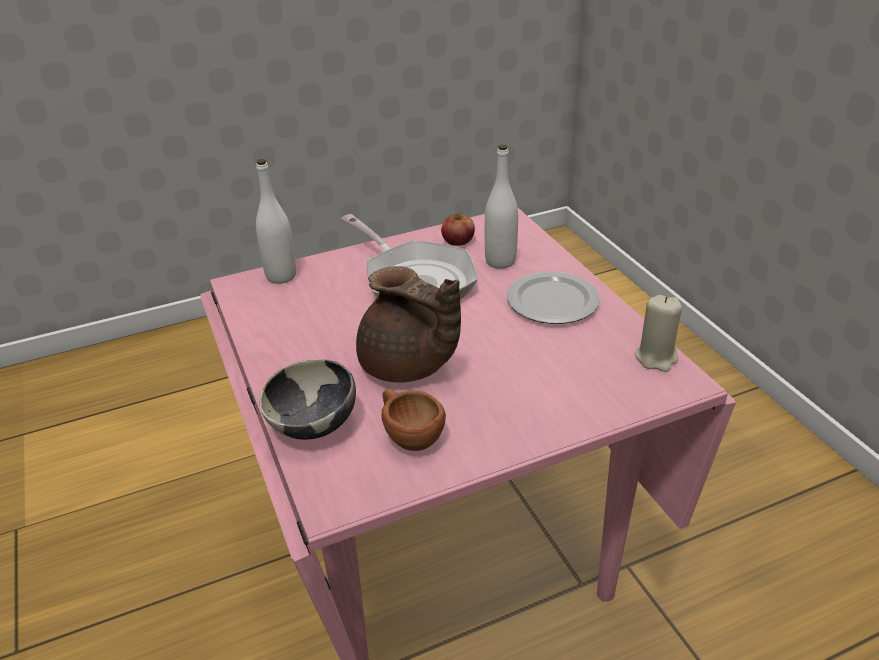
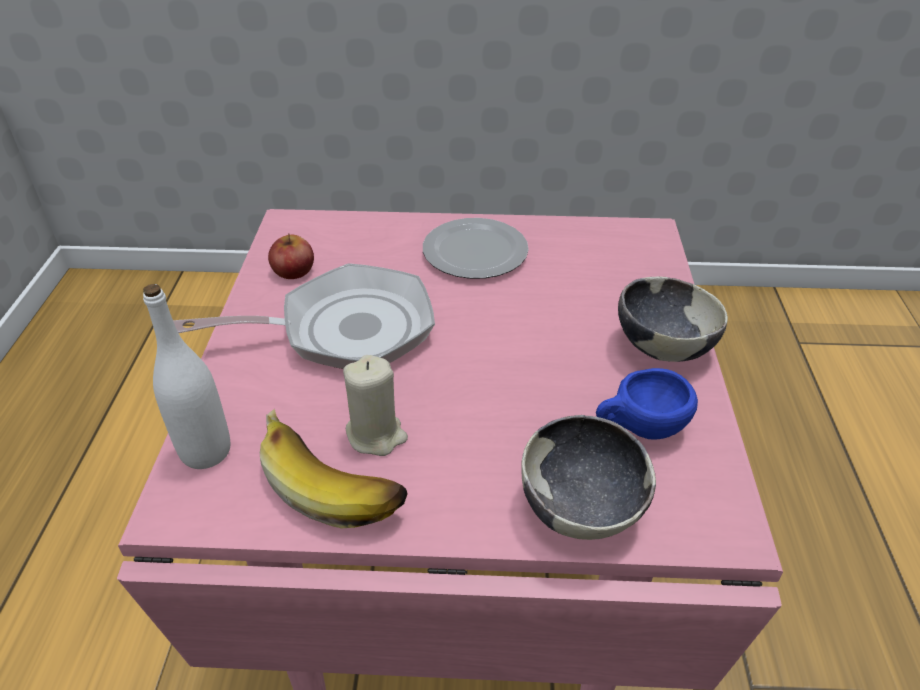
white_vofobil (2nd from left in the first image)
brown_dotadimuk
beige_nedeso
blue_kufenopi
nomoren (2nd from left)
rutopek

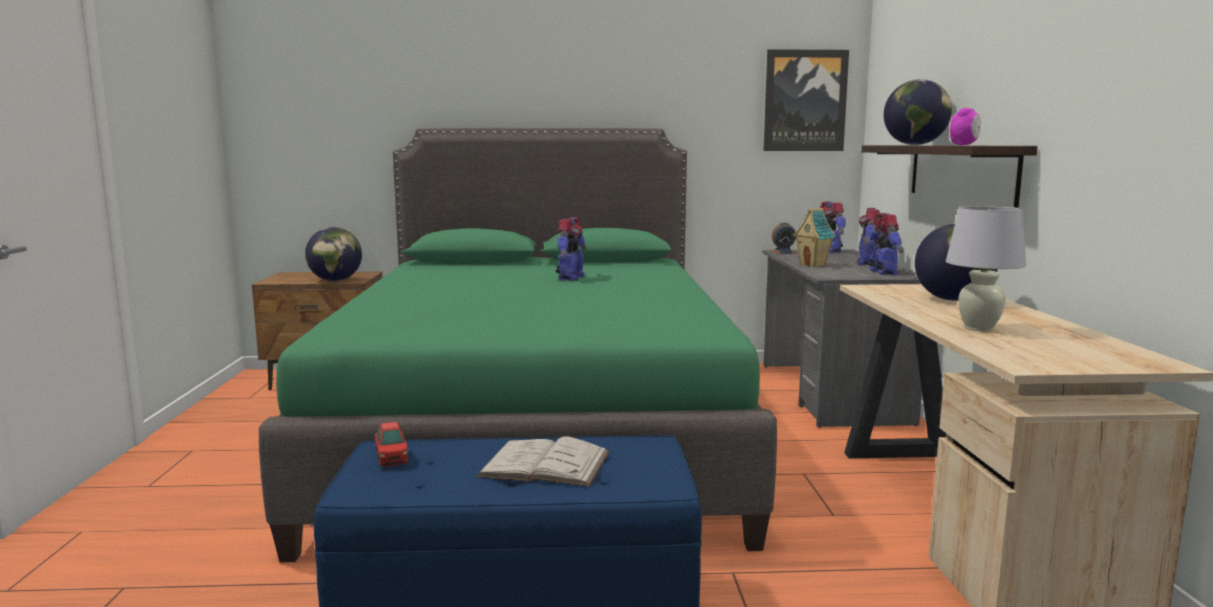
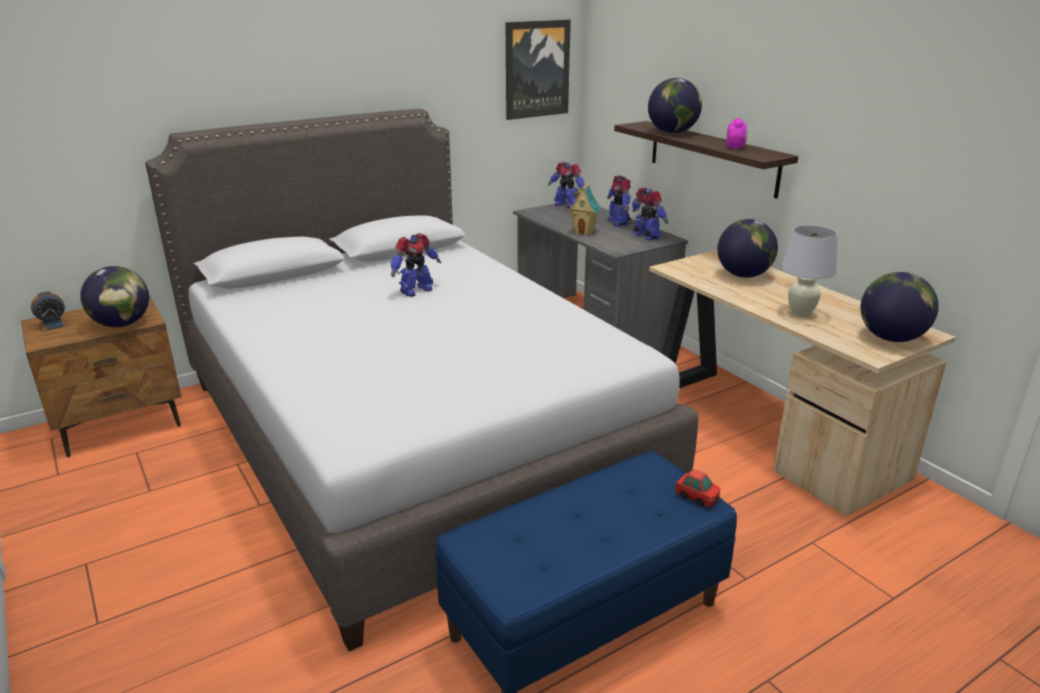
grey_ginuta
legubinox (1st from left)
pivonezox (1st from left)
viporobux
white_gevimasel
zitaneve (4th from left)

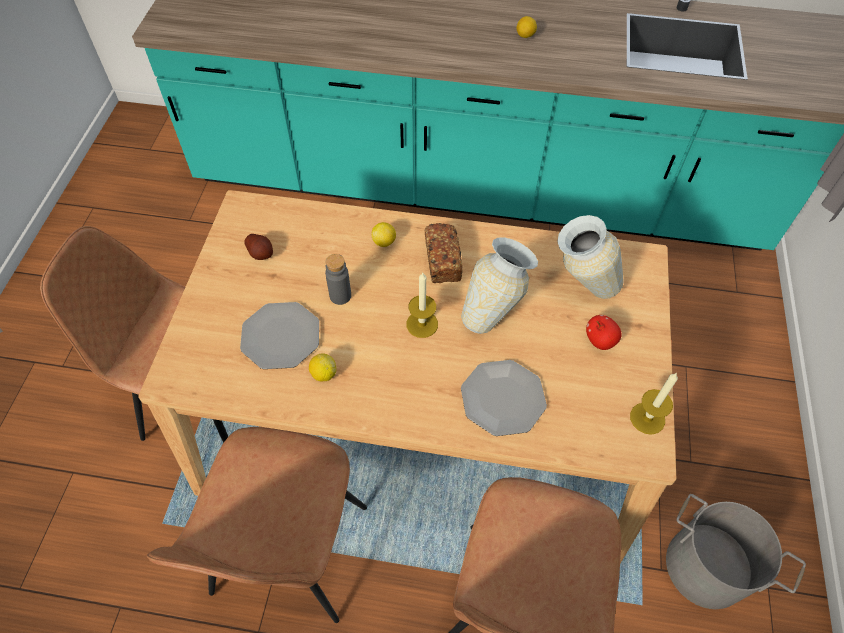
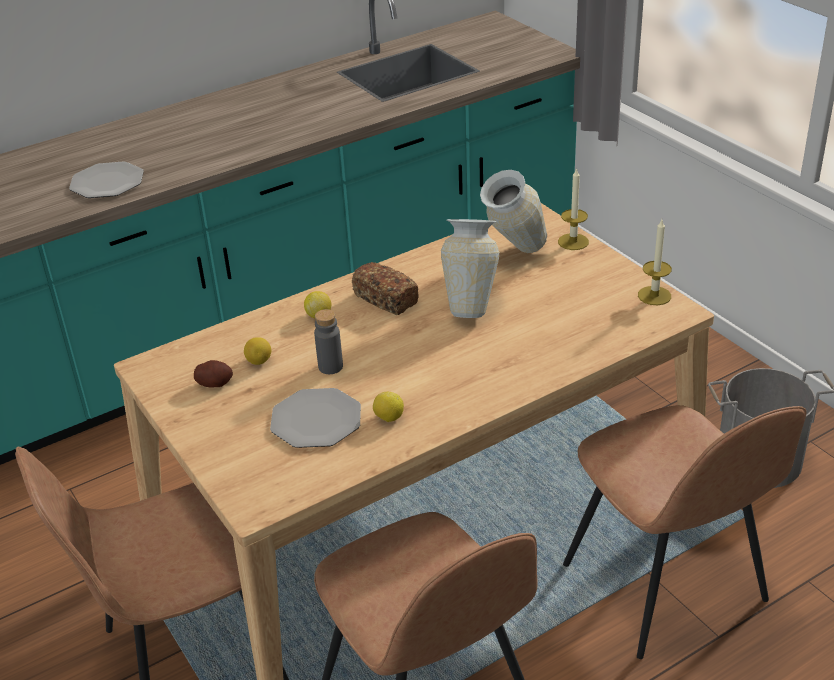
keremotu (1st from left)
nedeso (1st from left)
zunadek
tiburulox (1st from left)

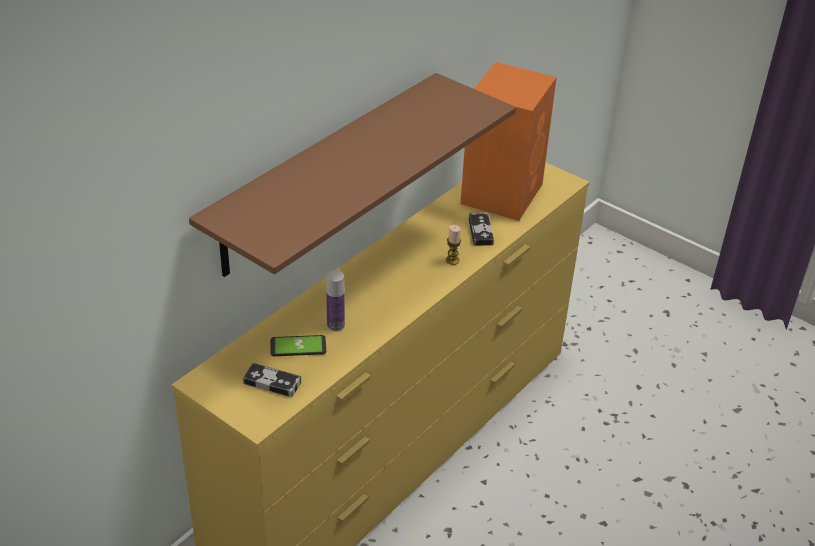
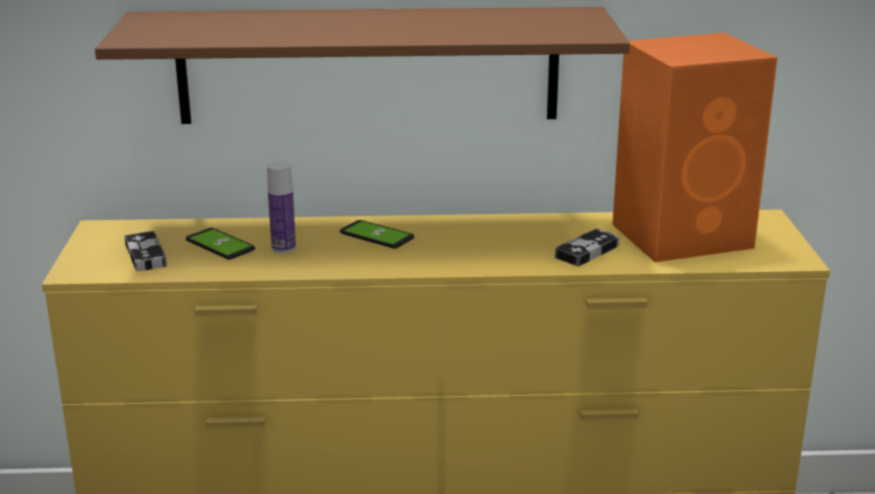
nedeso
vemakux (2nd from left)

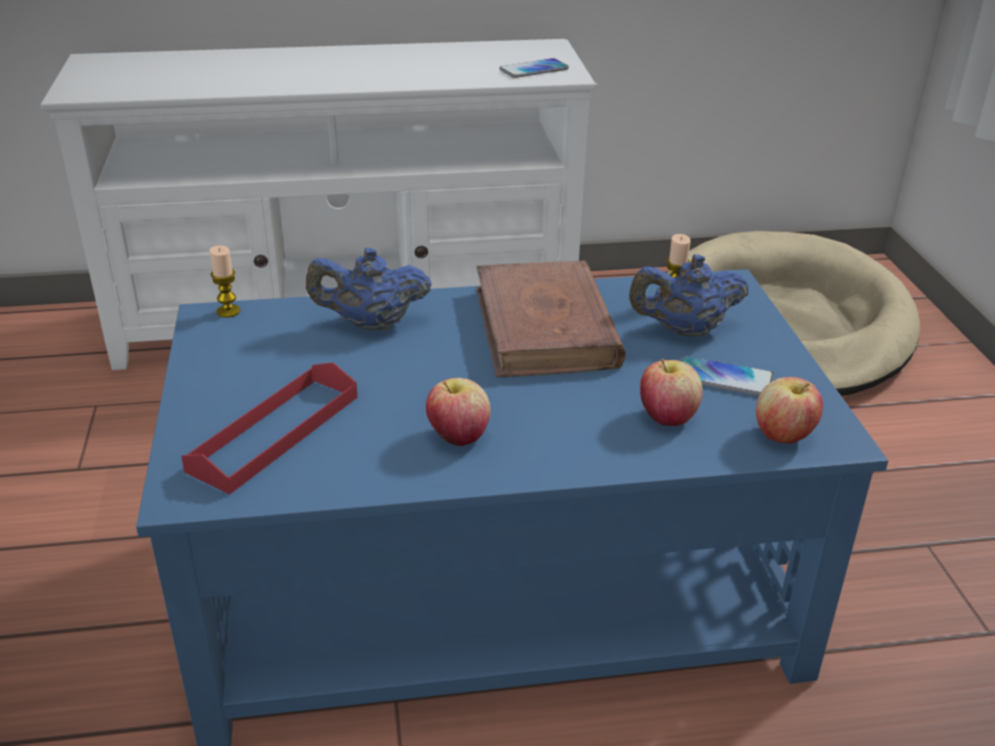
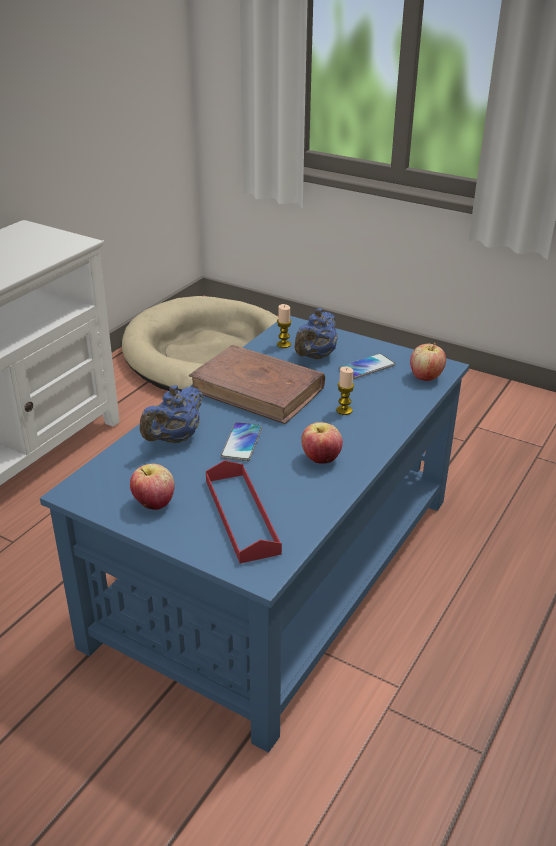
vemakux (1st from left)
nedeso (2nd from left)
zunadek (1st from left)

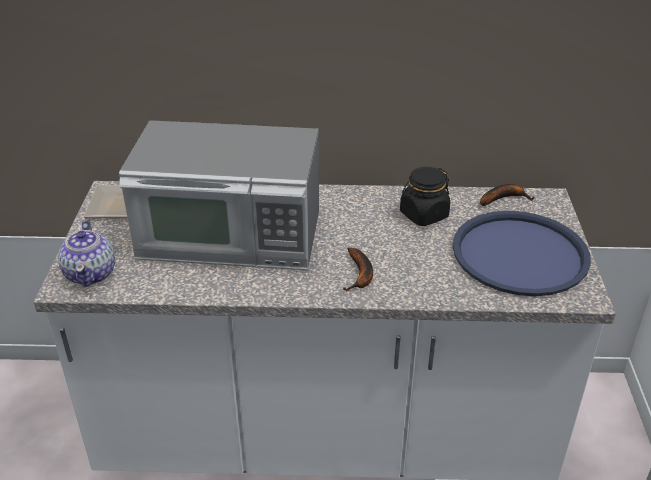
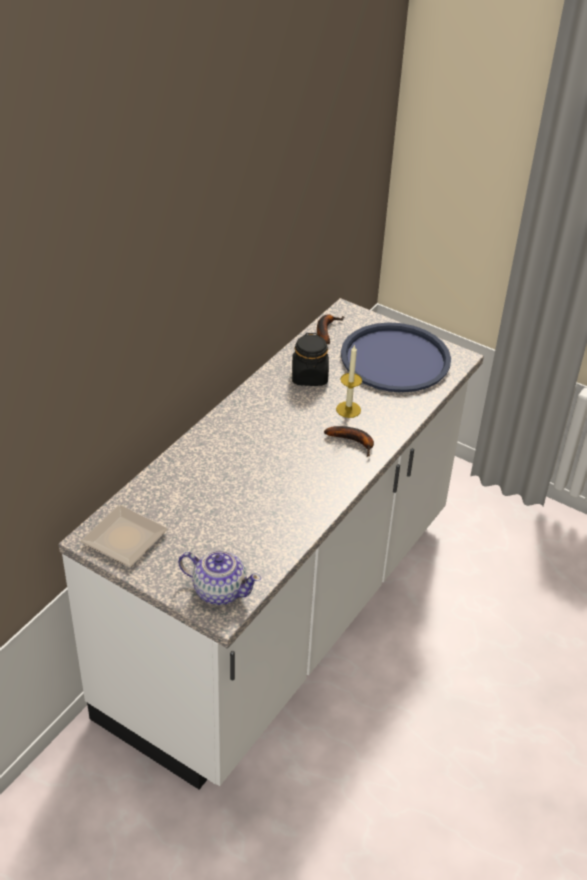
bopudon
nedeso

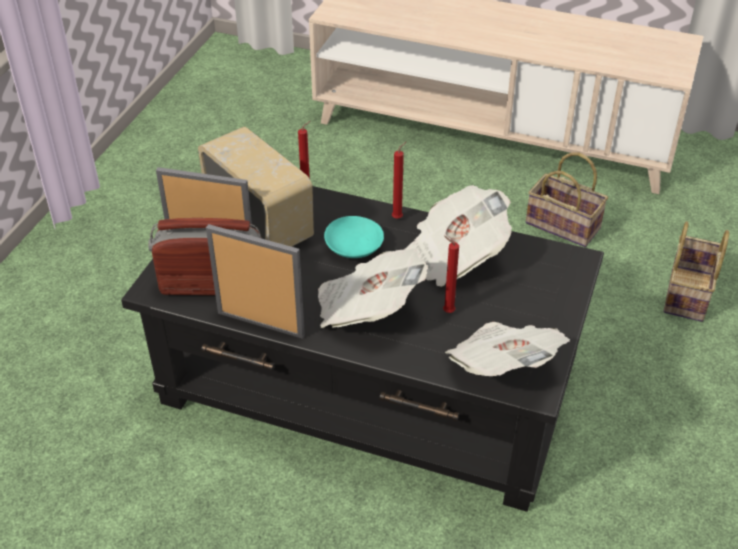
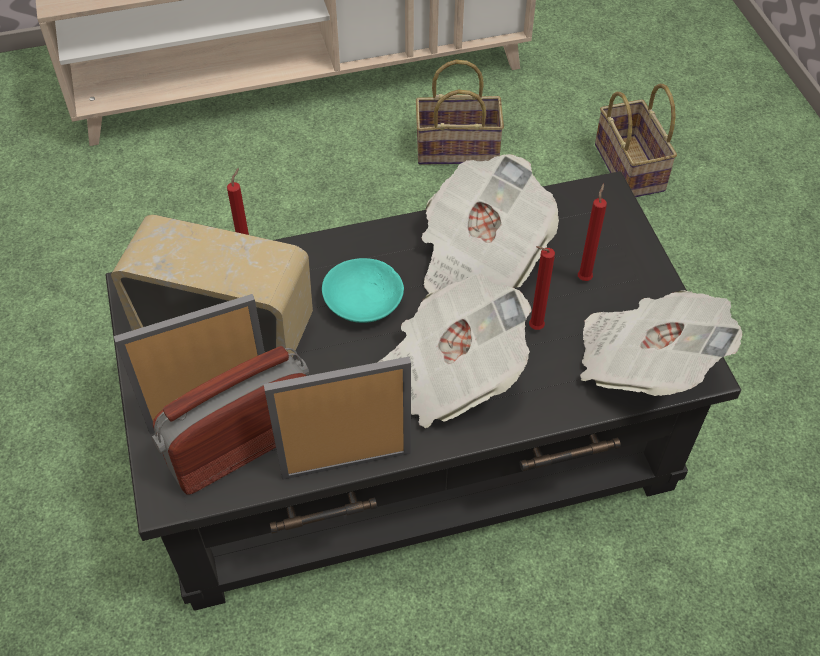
red_nedeso (3rd from left)

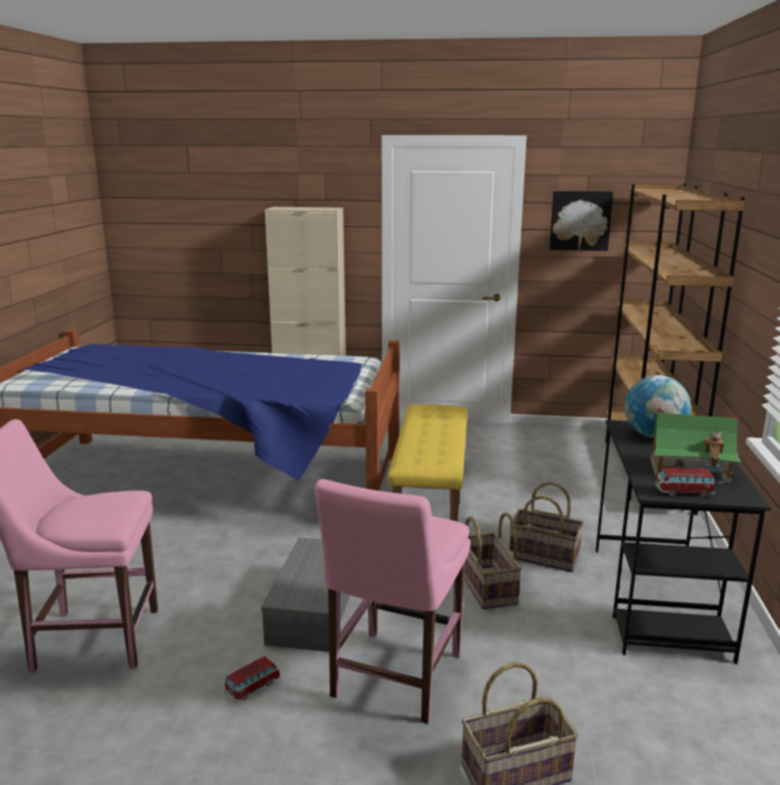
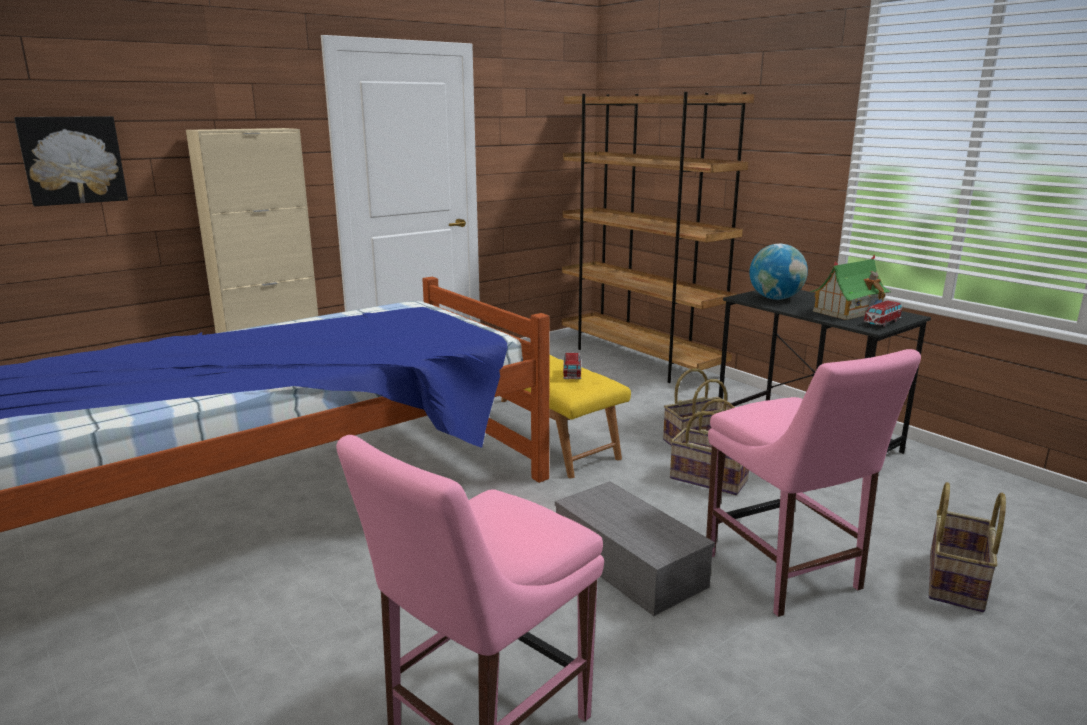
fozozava
viporobux (1st from left)

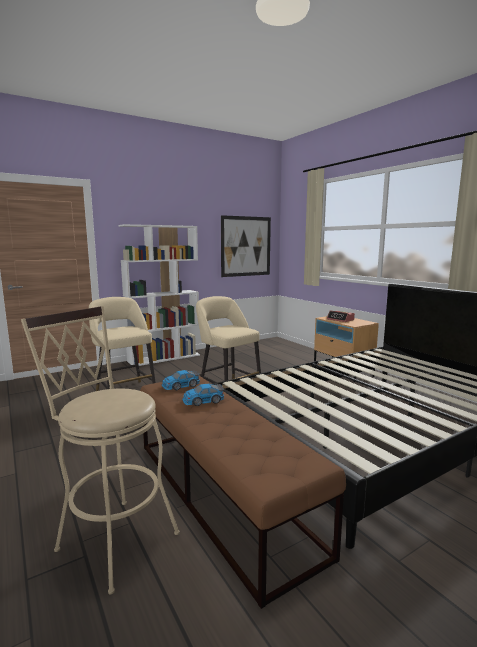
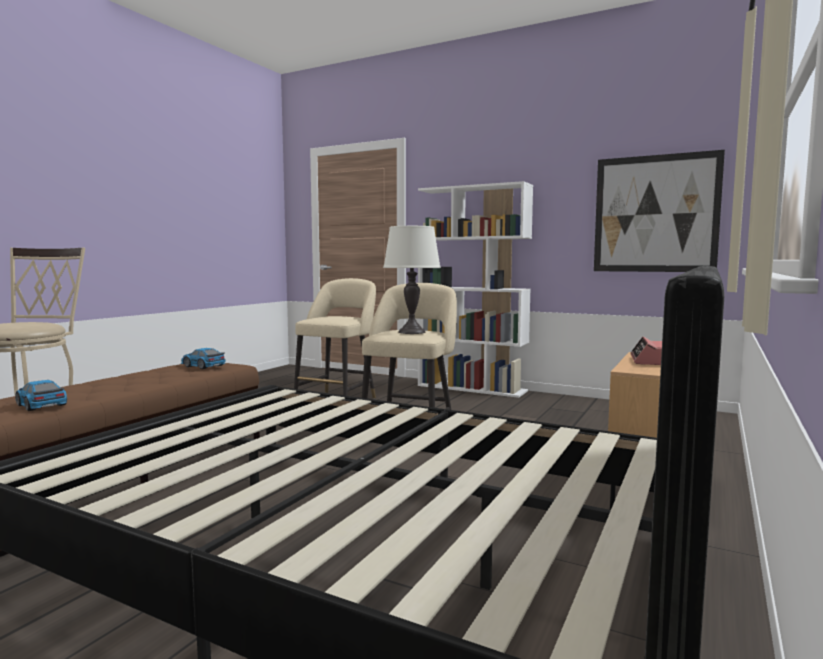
viporobux (1st from left)
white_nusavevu

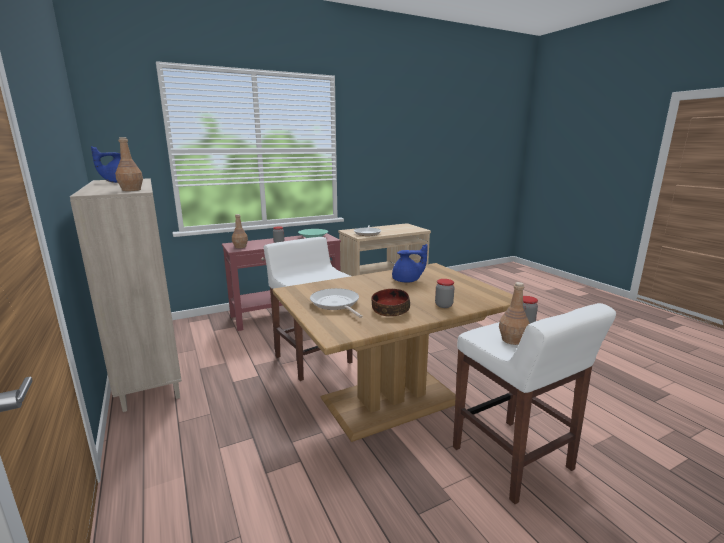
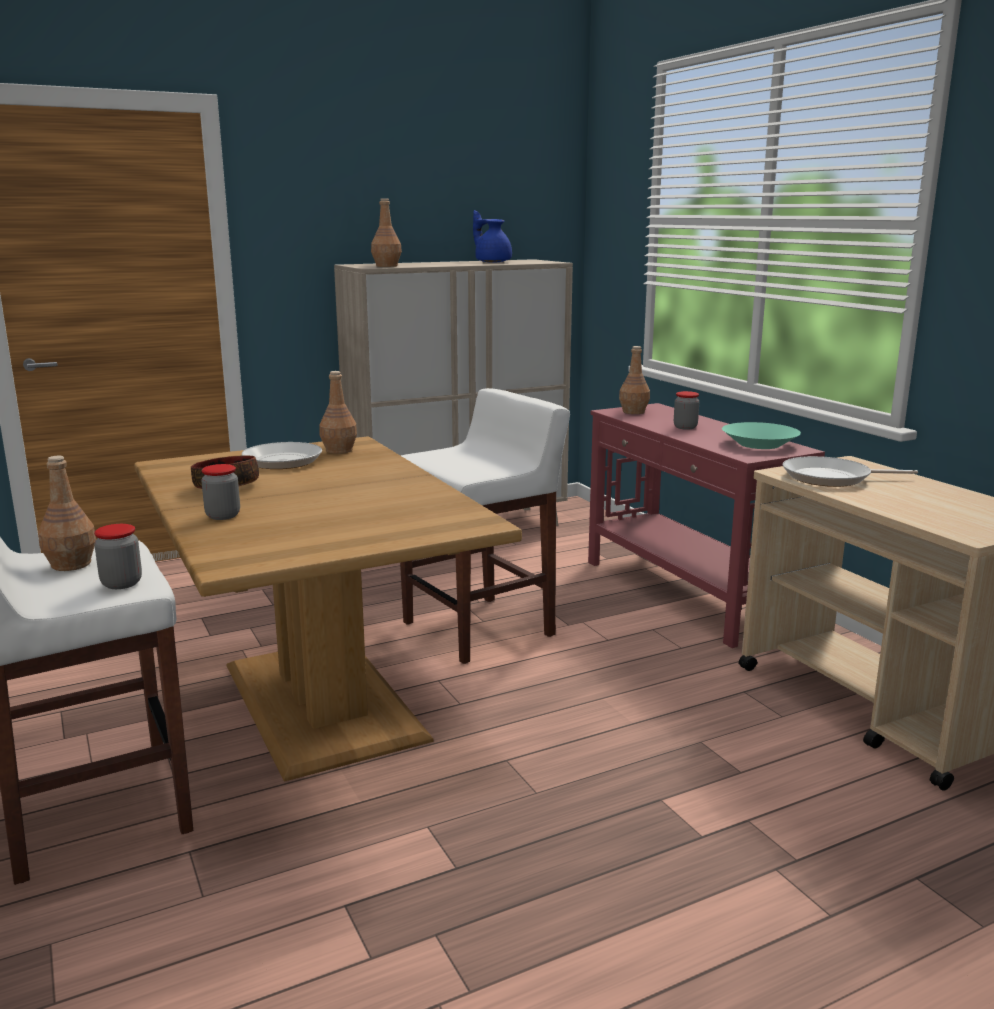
blue_dotadimuk (2nd from left in the first image)
brown_vofobil (2nd from left)

